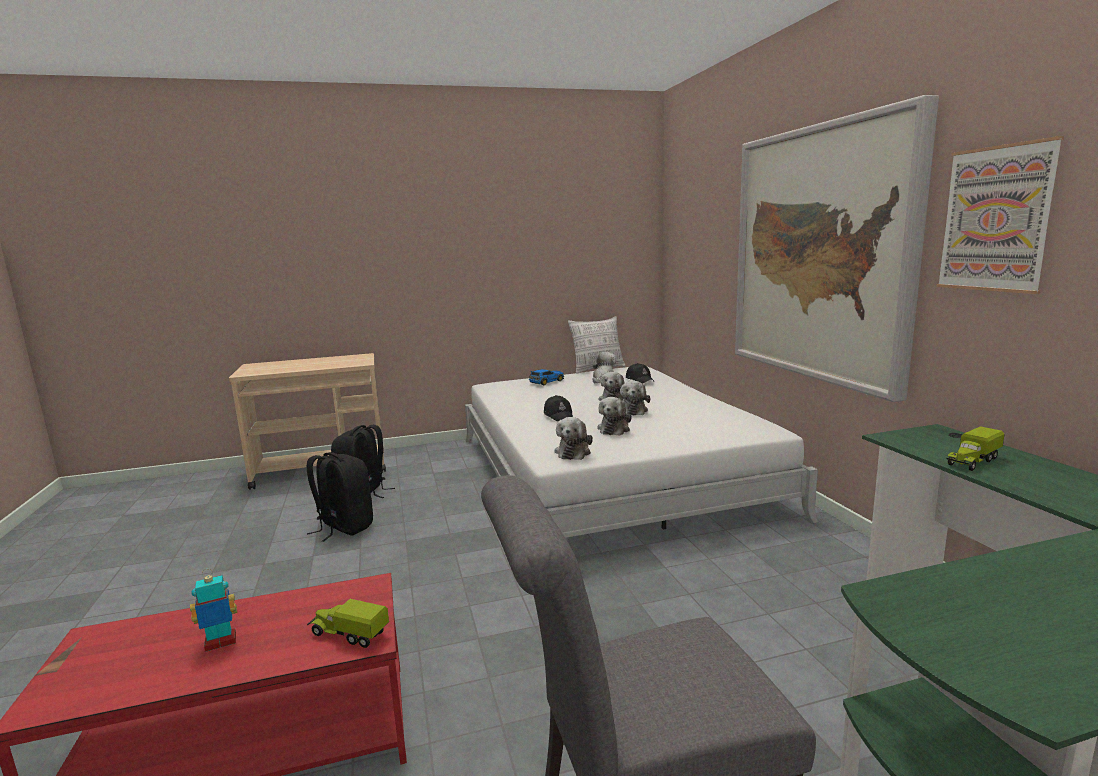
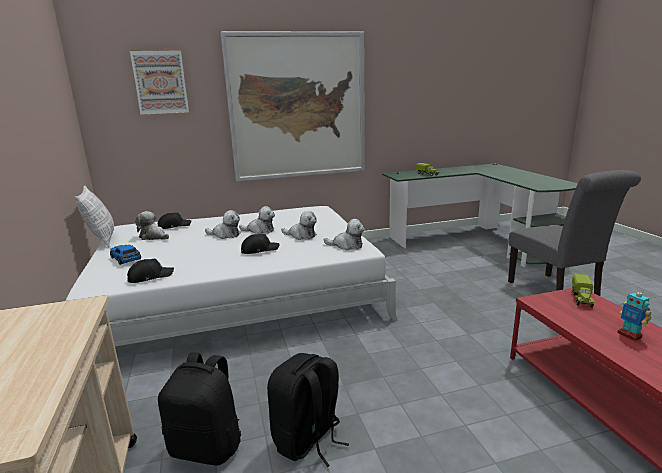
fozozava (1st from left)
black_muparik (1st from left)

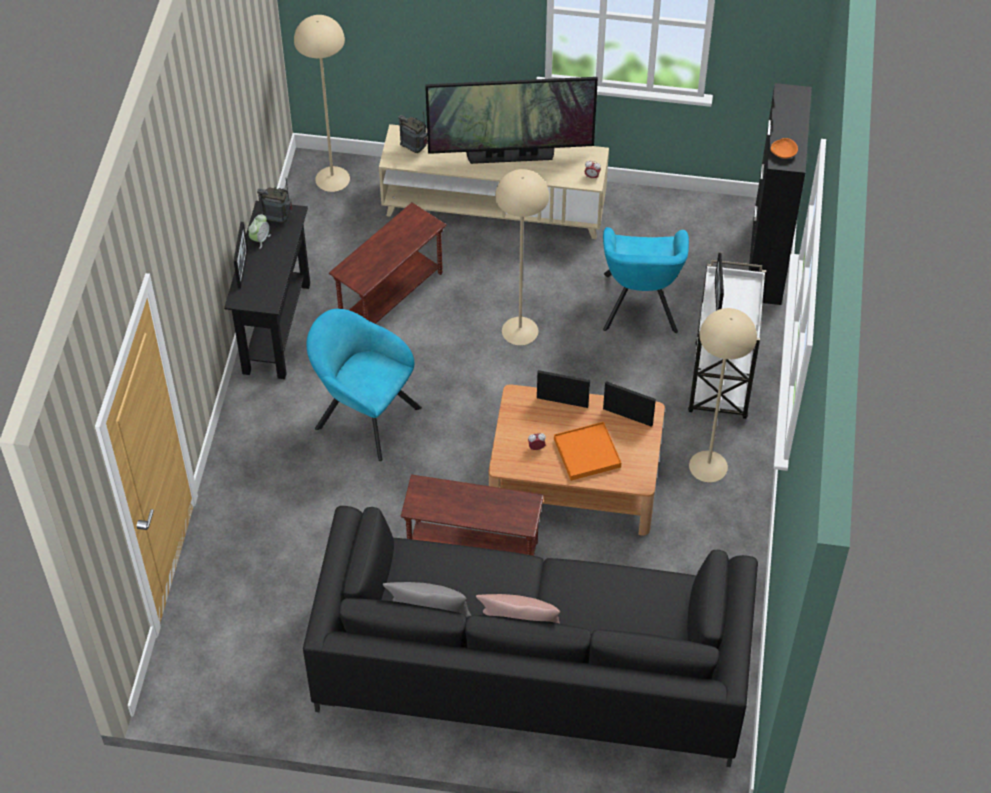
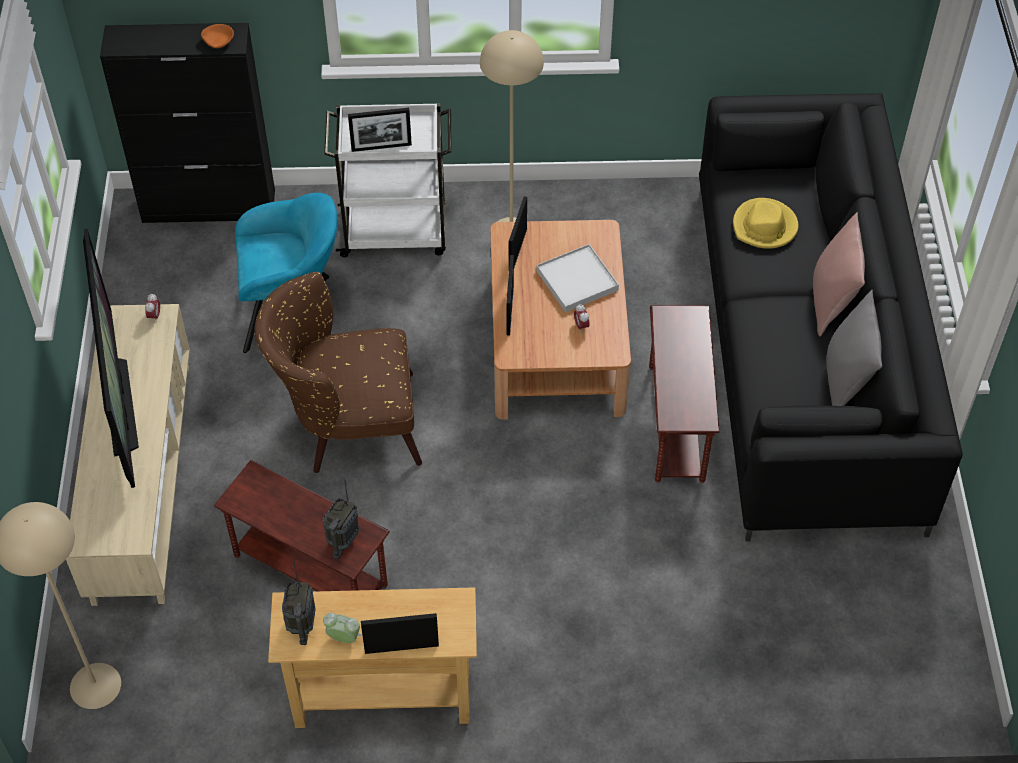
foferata (2nd from left)
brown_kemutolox
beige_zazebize
turquoise_kemutolox (1st from left in the first image)
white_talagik
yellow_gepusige

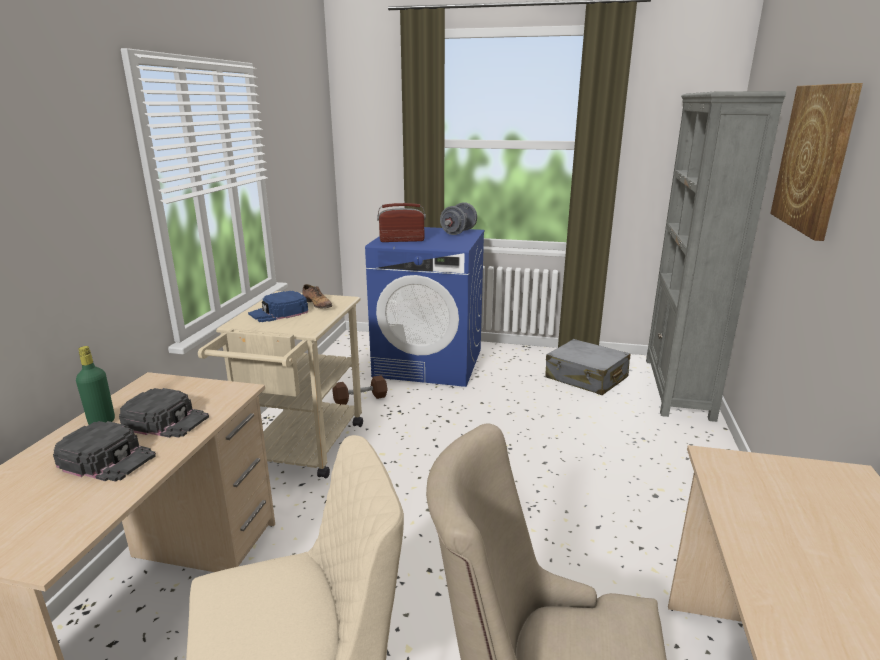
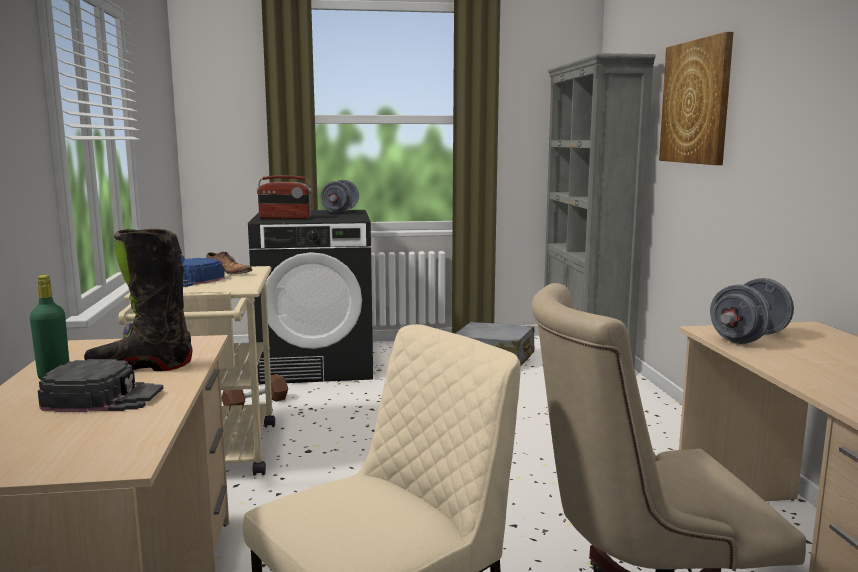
foferata
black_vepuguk
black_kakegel
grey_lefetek (2nd from left)

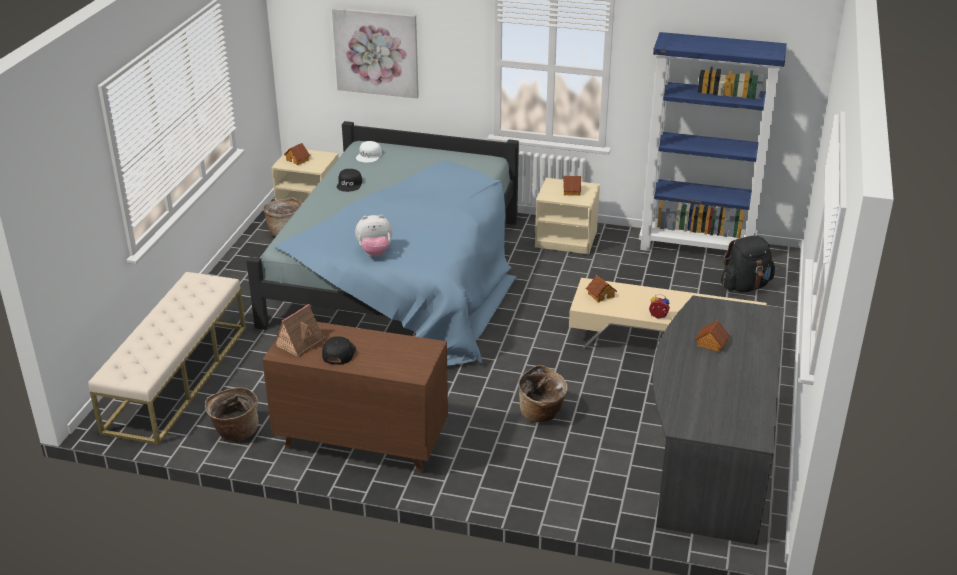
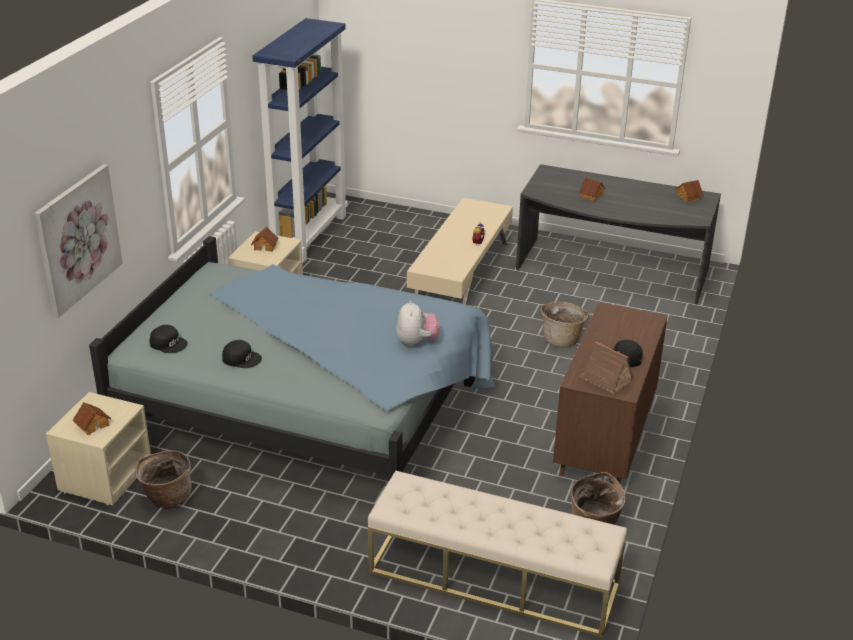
black_muparik (1st from left)
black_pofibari
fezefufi (5th from left)

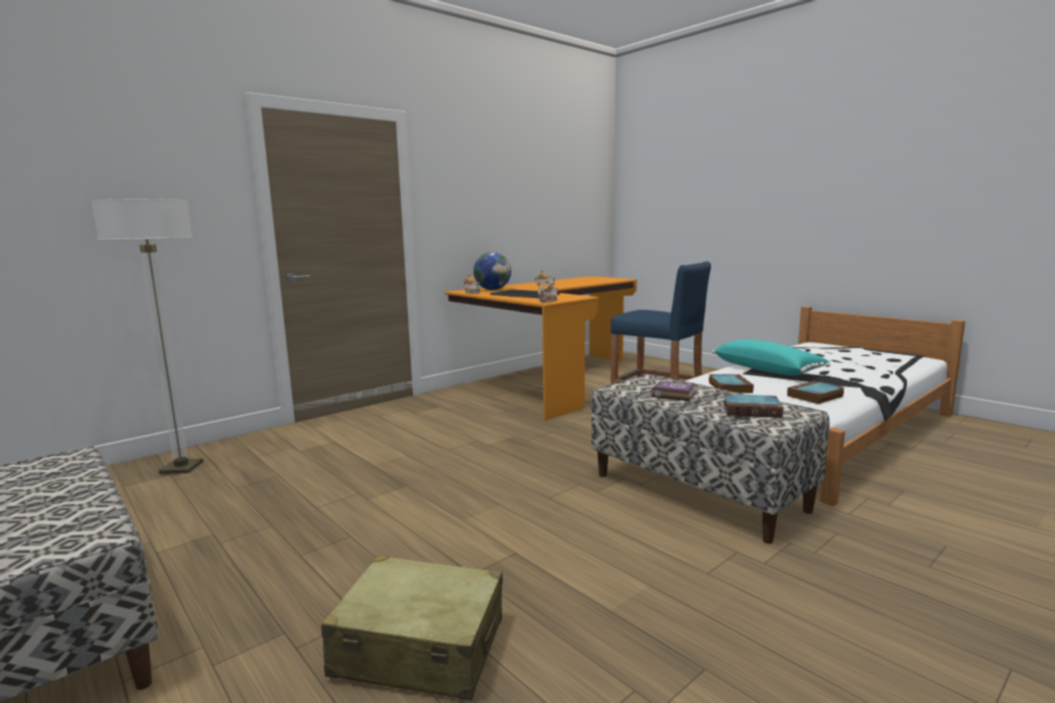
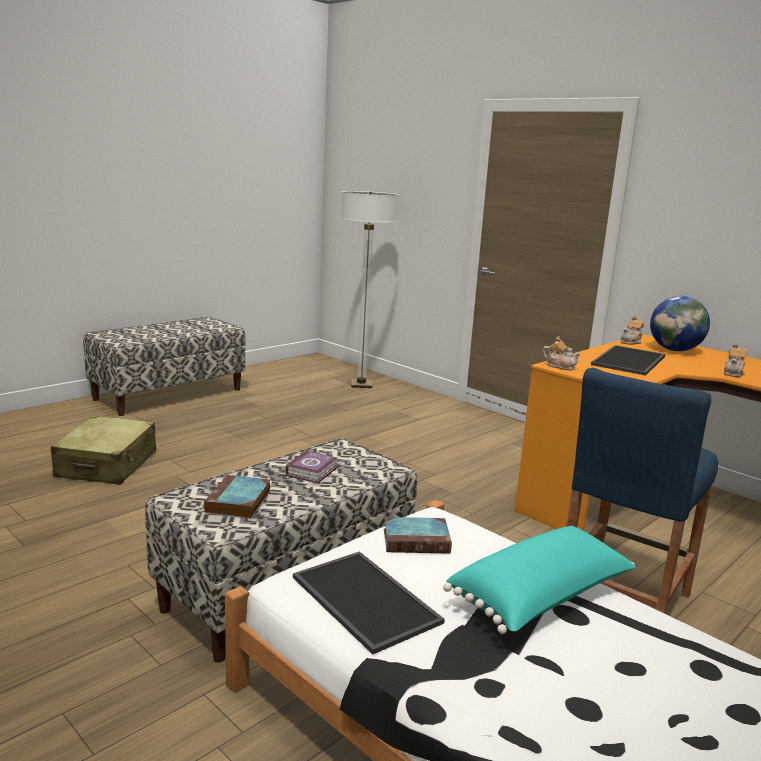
talagik (1st from left)

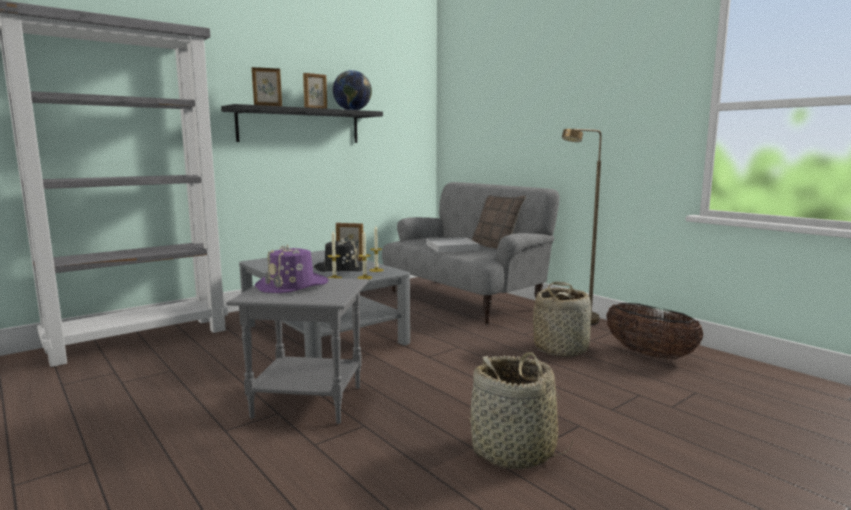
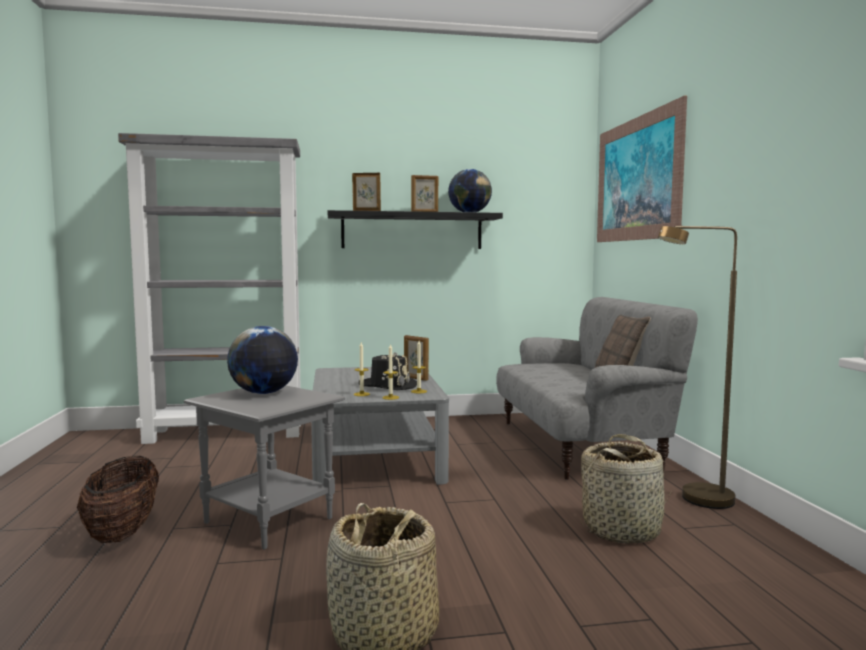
white_talagik
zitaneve (1st from left)
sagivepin (1st from left)
fozozava

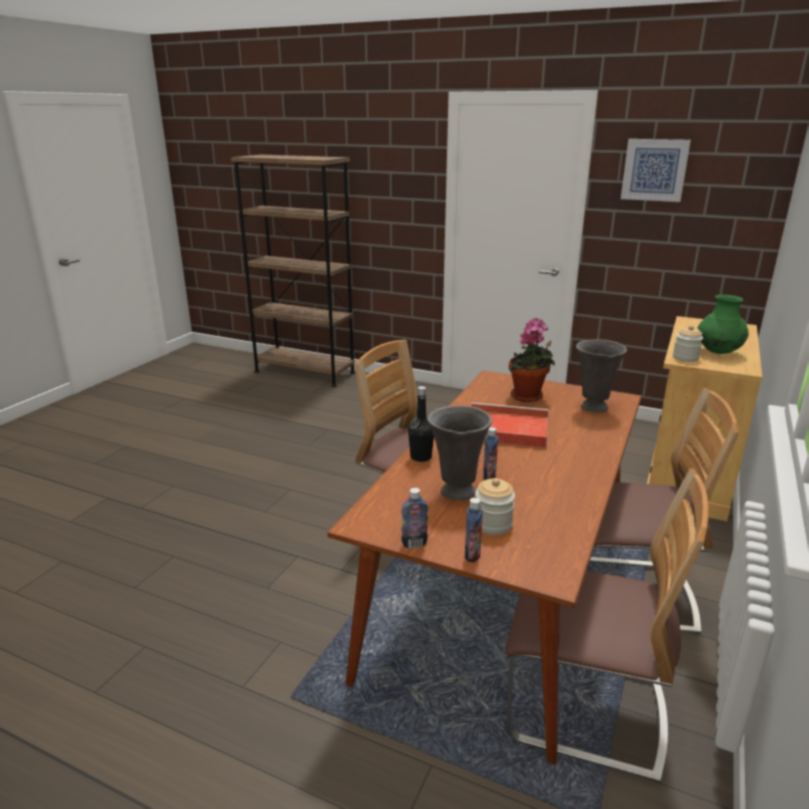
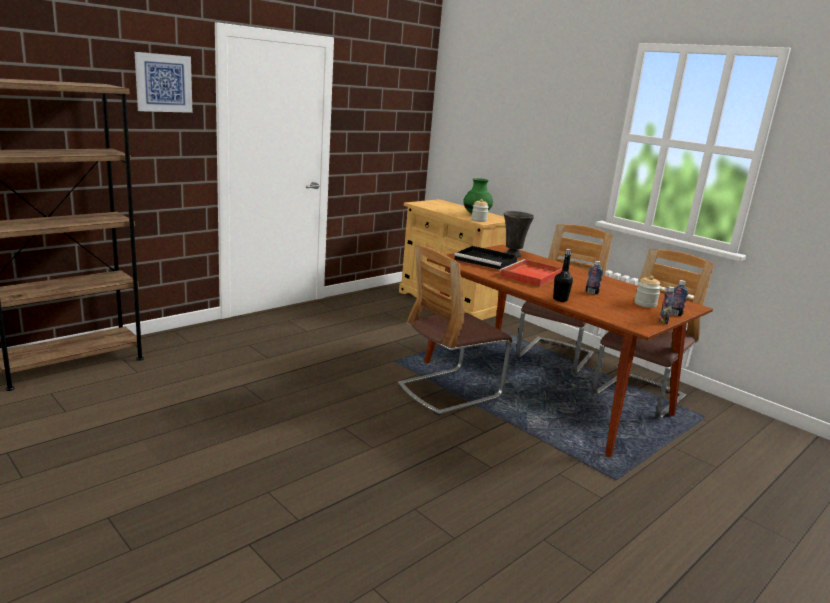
fozozava
black_talagik
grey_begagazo (1st from left in the first image)

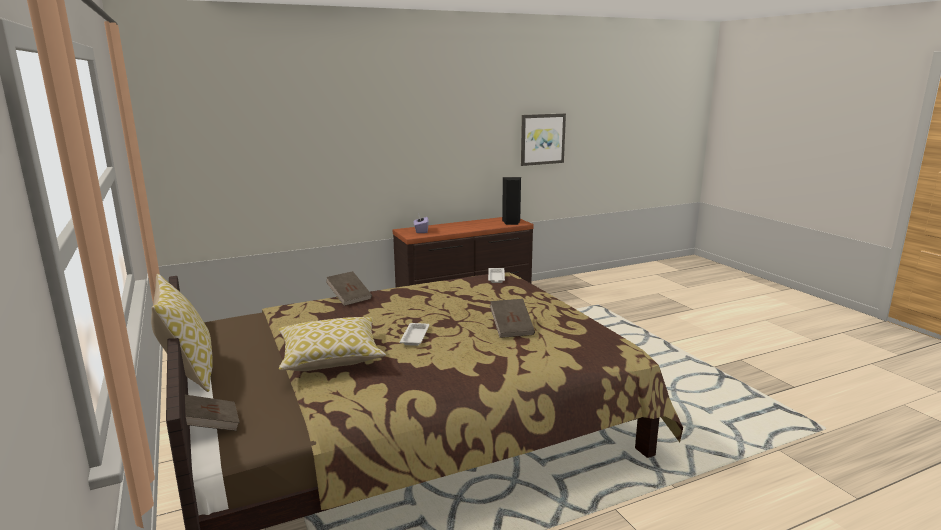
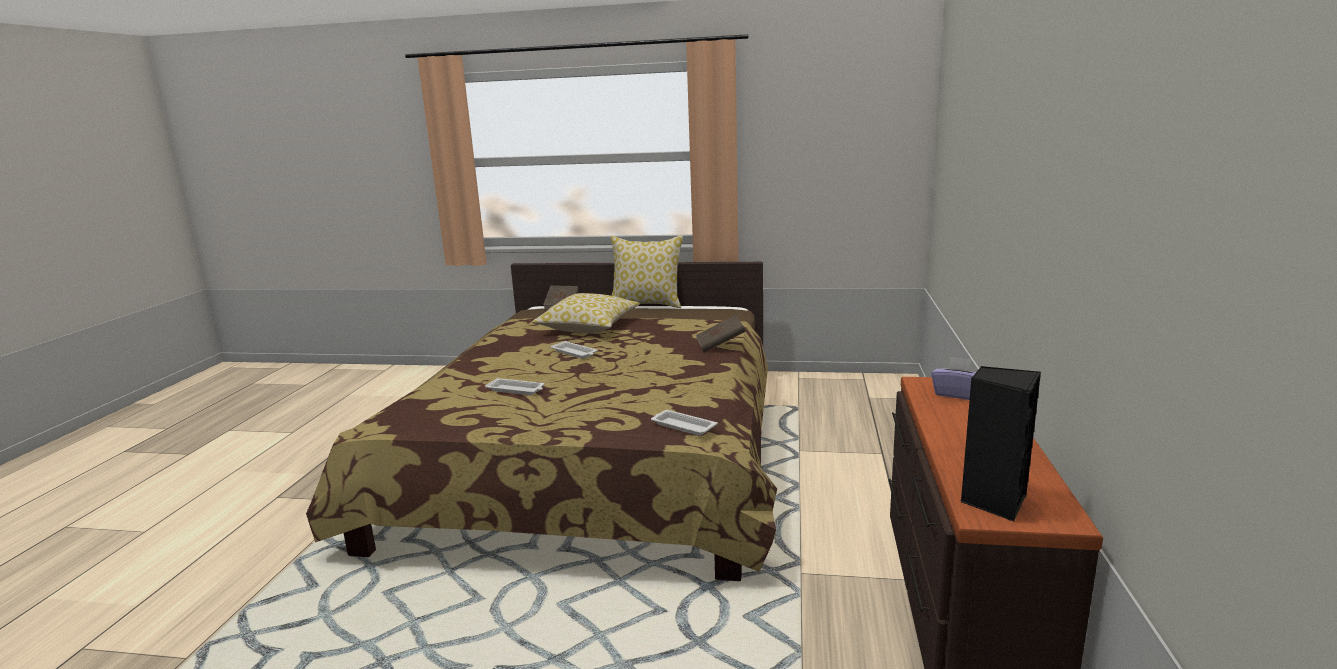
fozozava
white_talagik (1st from left)

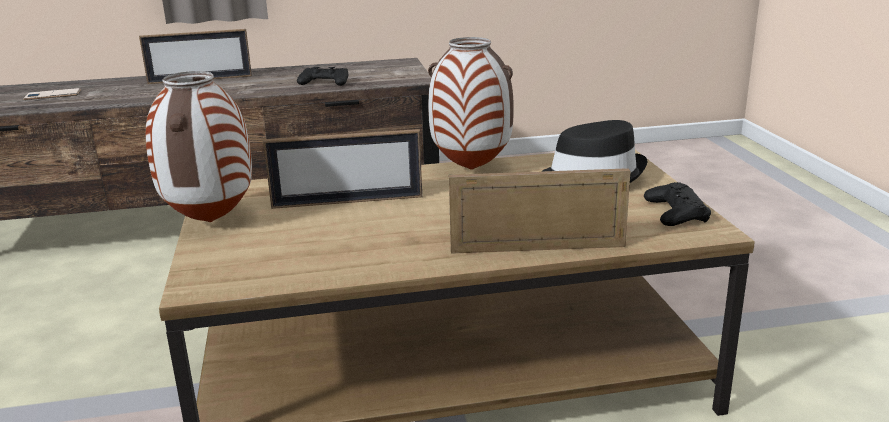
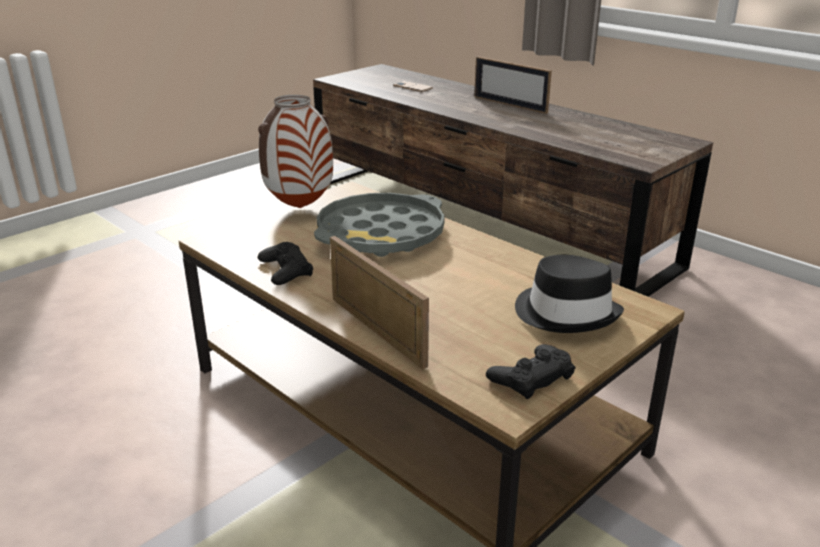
begagazo (2nd from left in the first image)
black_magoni (1st from left)
grey_talagik

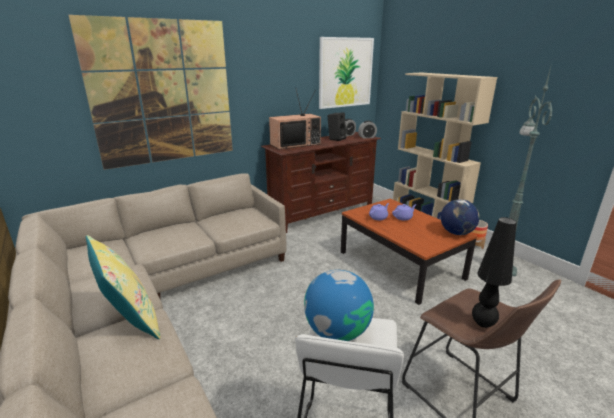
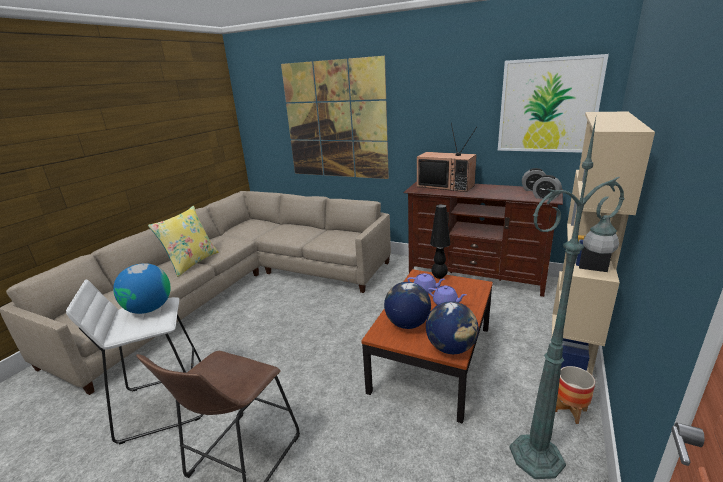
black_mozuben
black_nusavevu
zitaneve (2nd from left)

